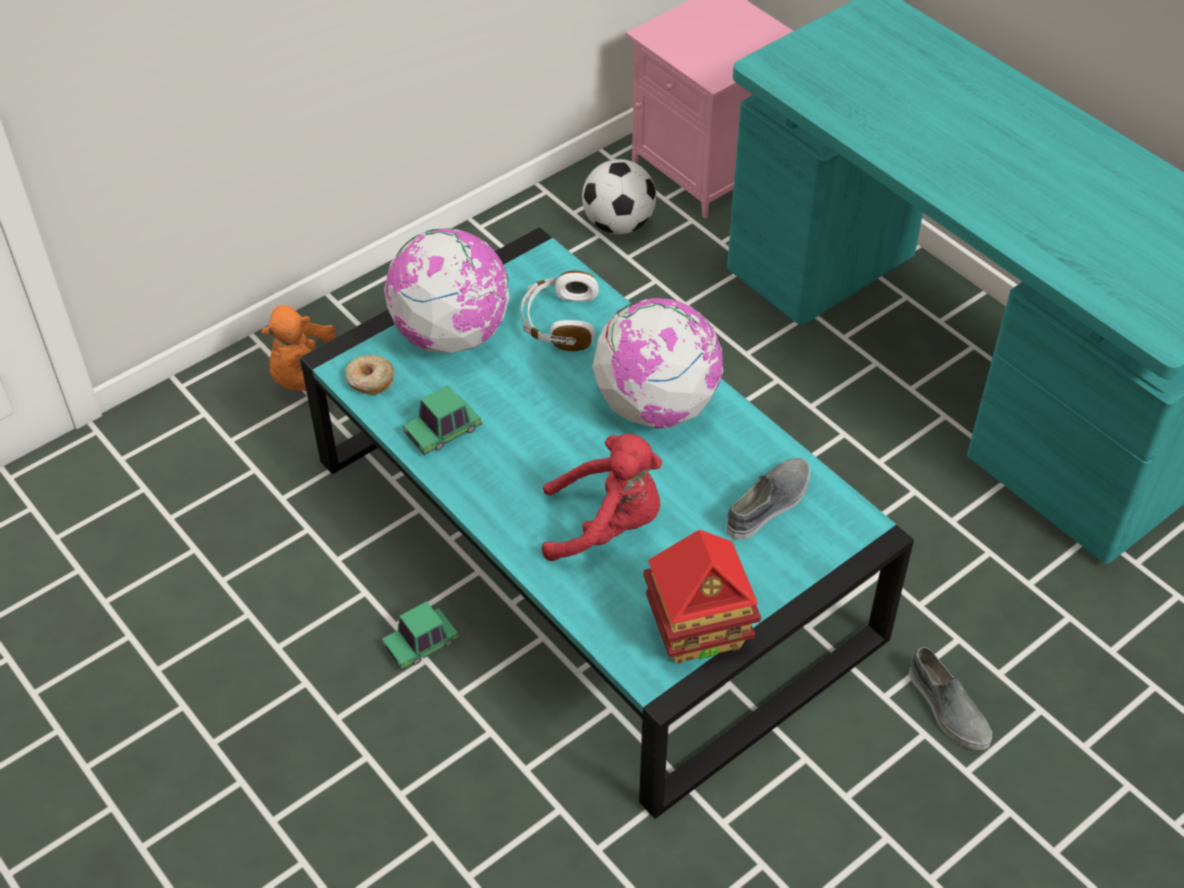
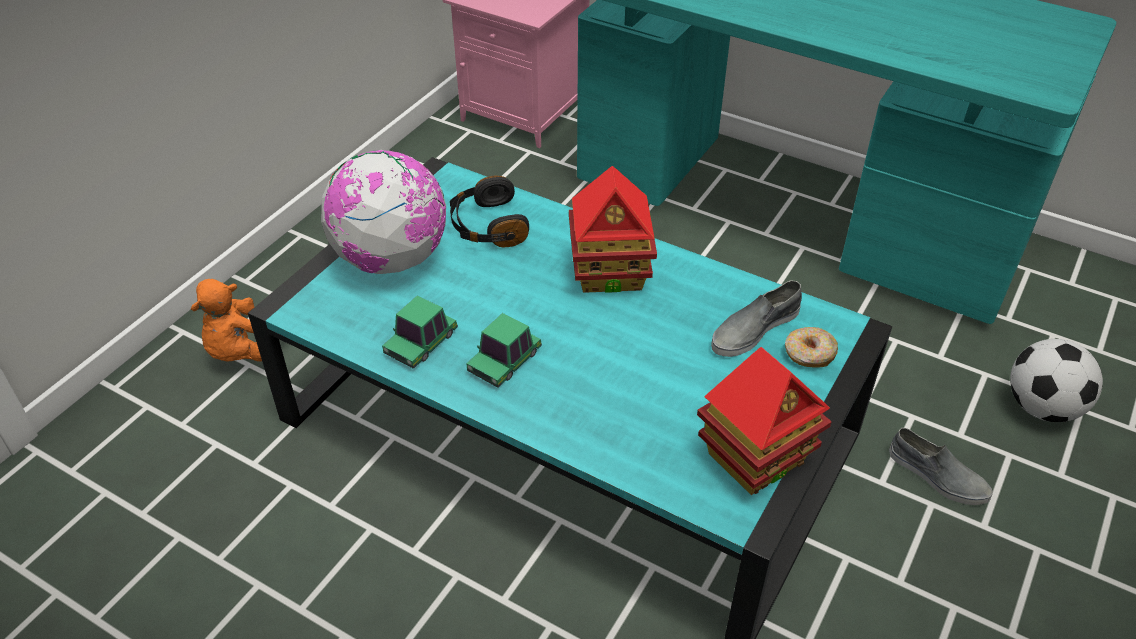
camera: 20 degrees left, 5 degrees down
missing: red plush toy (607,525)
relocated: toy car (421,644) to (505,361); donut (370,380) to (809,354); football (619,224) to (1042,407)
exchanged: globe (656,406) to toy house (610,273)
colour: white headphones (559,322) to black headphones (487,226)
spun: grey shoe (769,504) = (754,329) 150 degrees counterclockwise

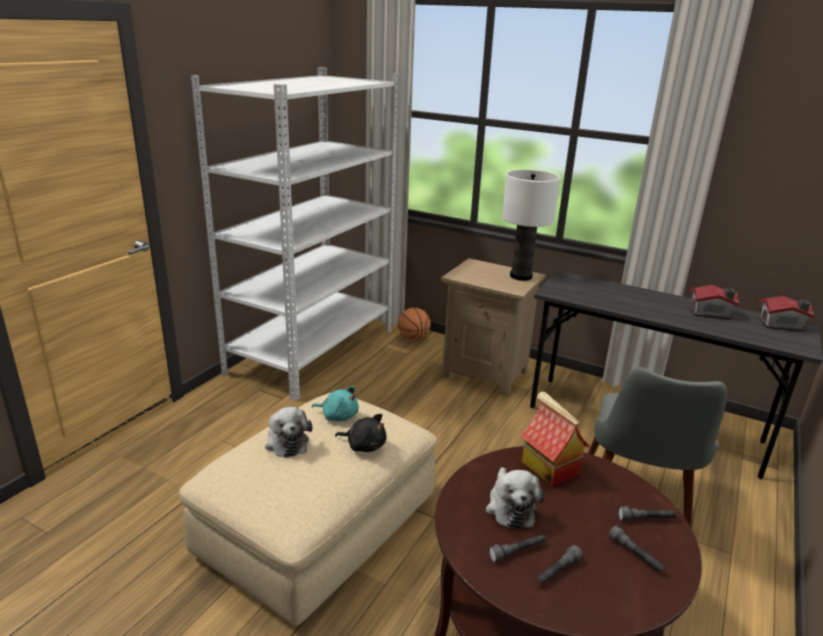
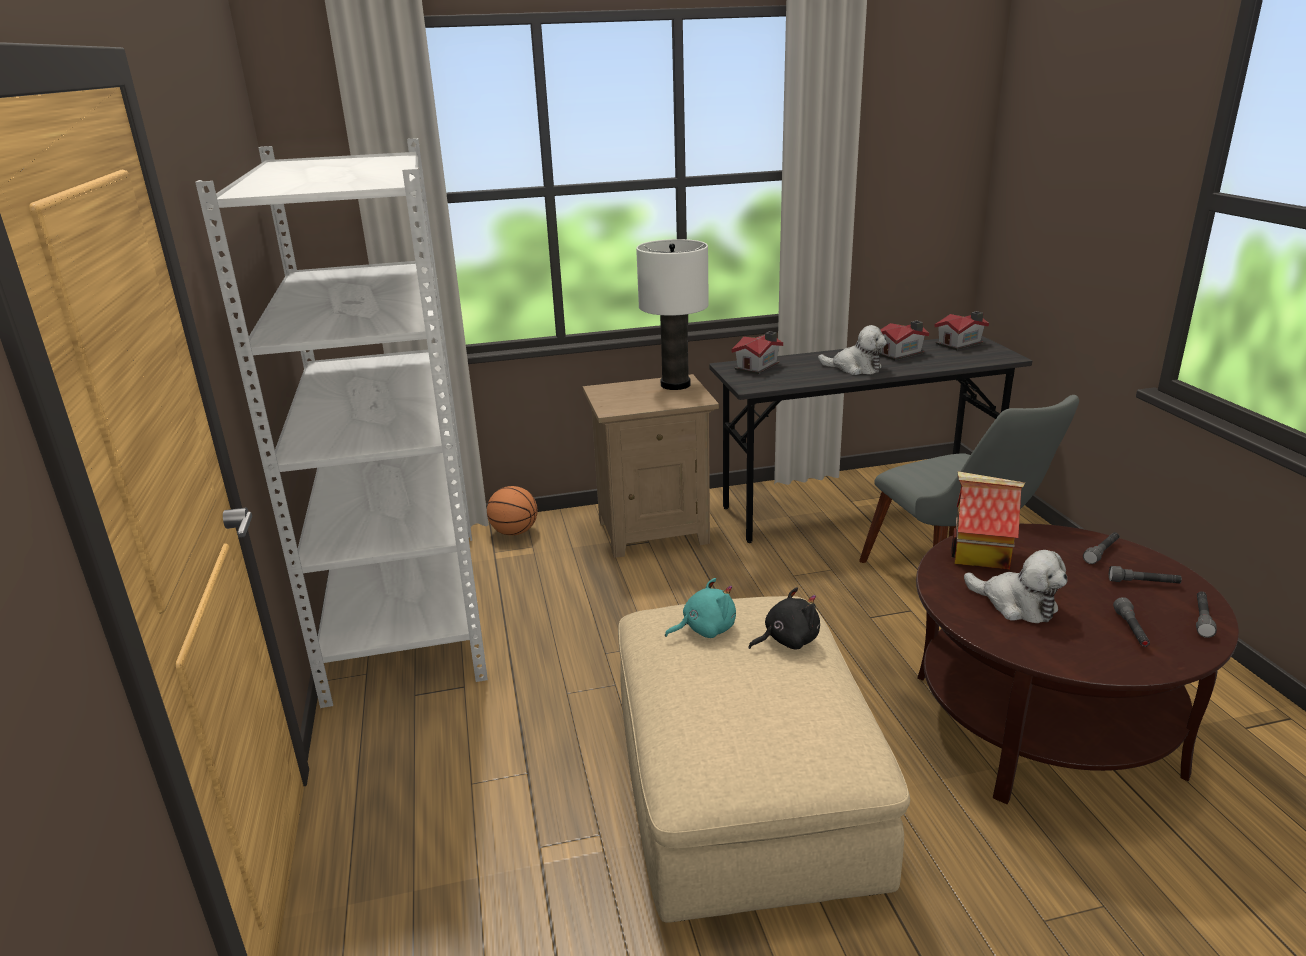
camera: 40 degrees left, 0 degrees up
appeared: toy house (759,366)
relocated: plush toy (286,441) to (855,368); grey flashlight (517,551) to (1202,619)

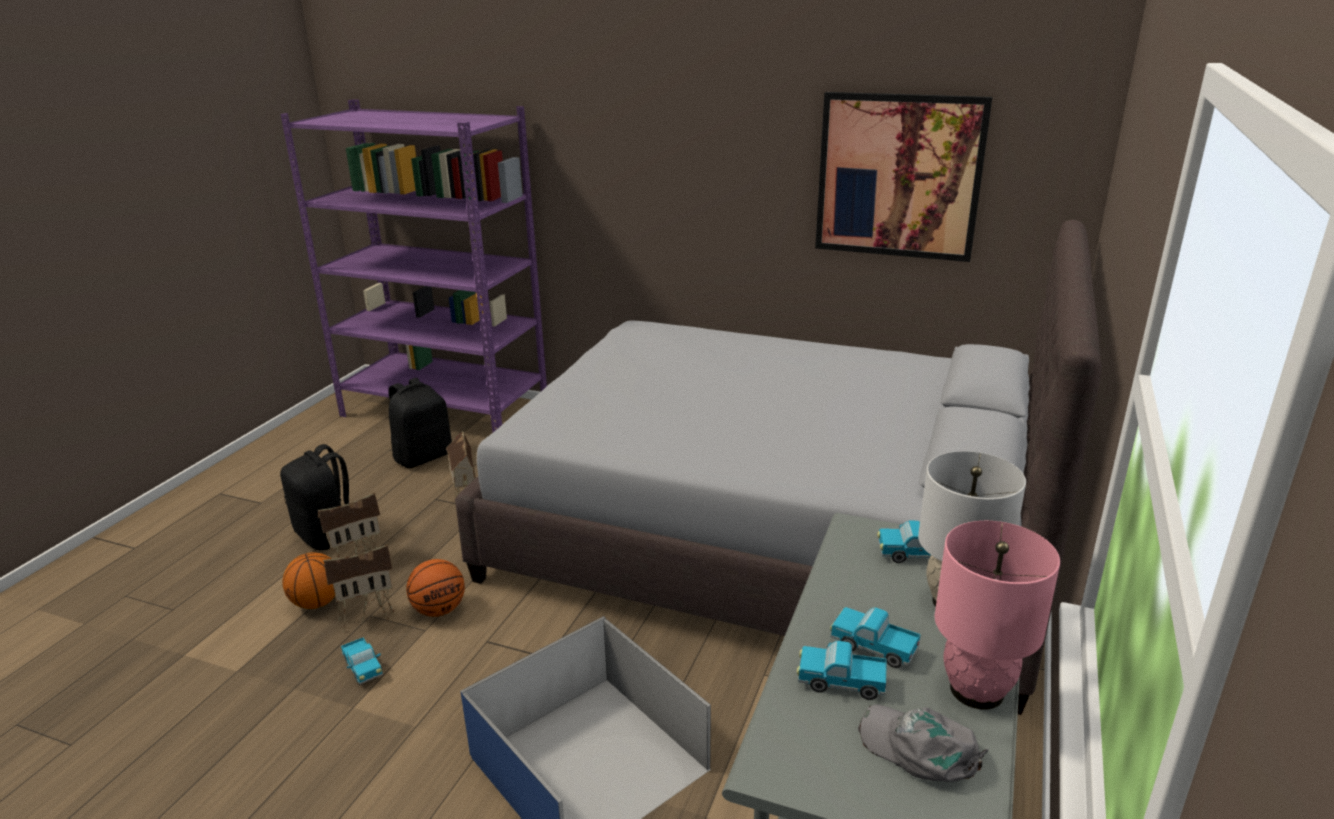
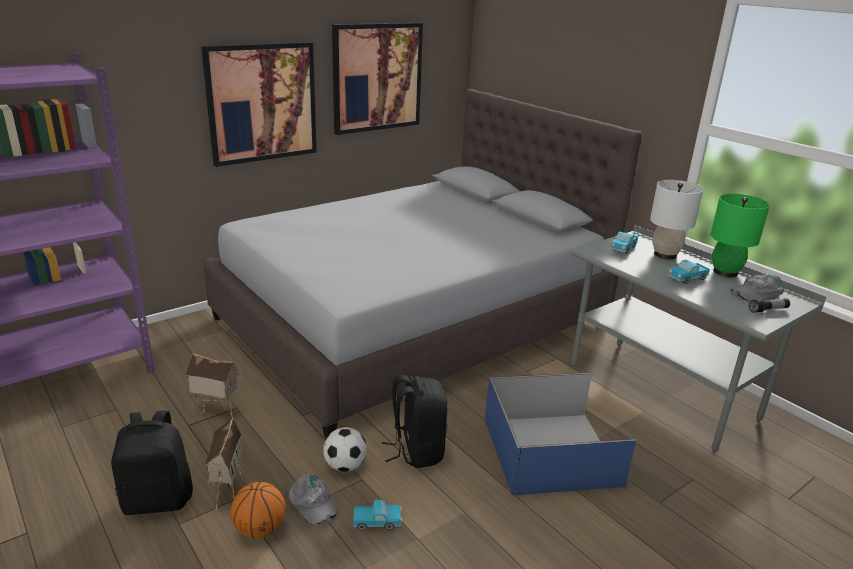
camera: 60 degrees left, 0 degrees up
missing: toy truck (840,683)
appeared: picture (262,103); flashlight (768,310)
relocated: black backpack (423,457) to (417,450)
exchanged: toy house (368,616) to grey cap (312,504); basketball (439,610) to football (345,466)
colour: pink table lamp (976,691) to green table lamp (725,272)

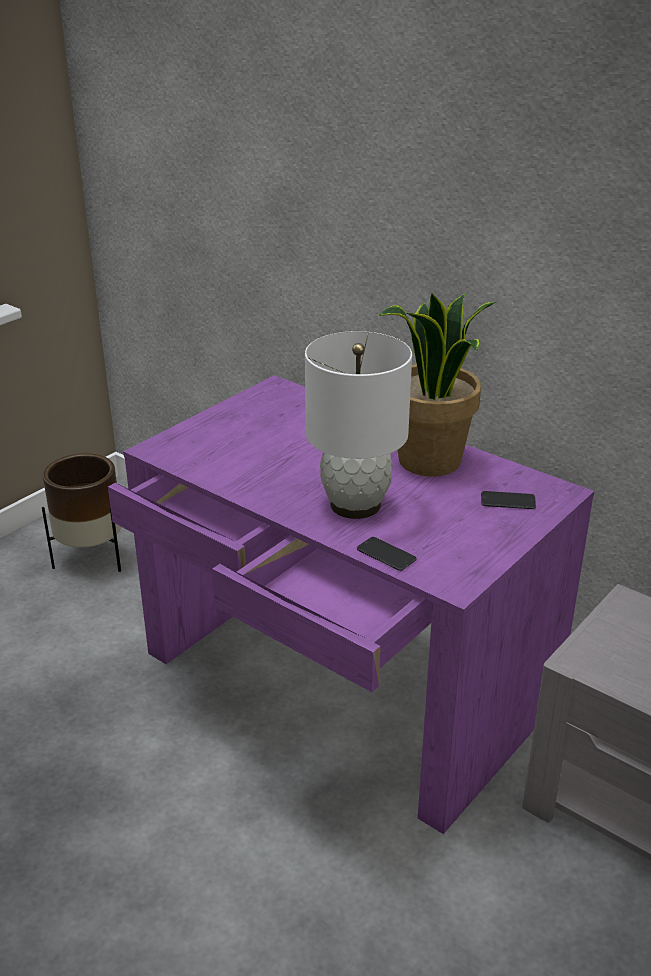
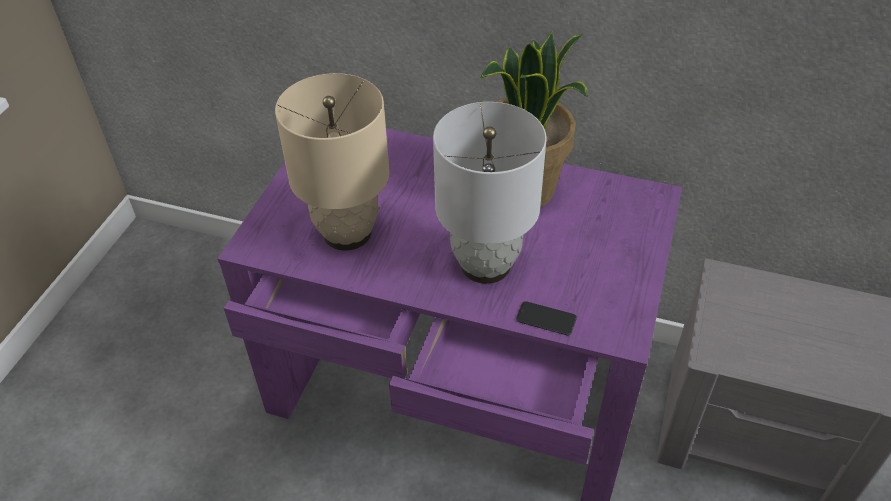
camera: 20 degrees left, 15 degrees up
missing: brown planter (91,558); phone (508,501)
appeared: beige table lamp (347,232)

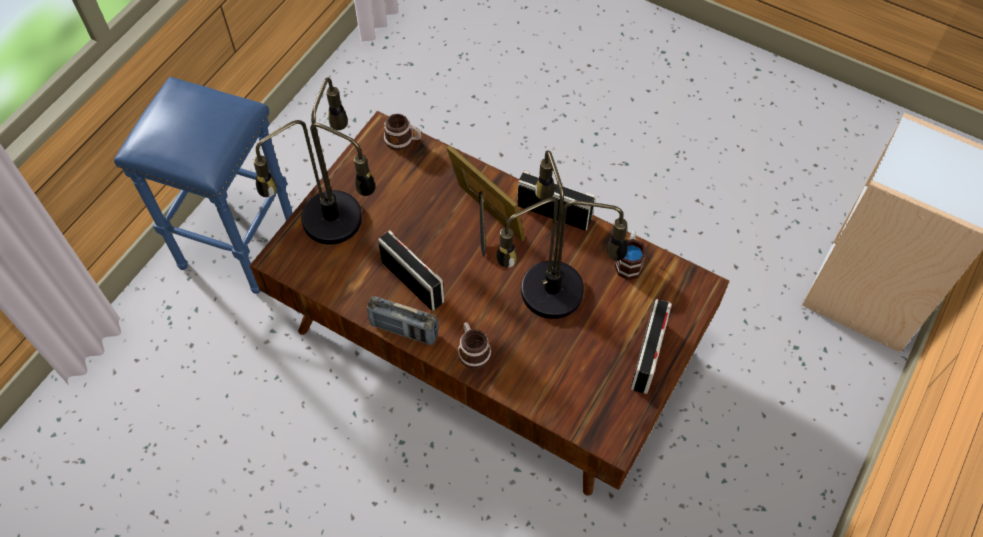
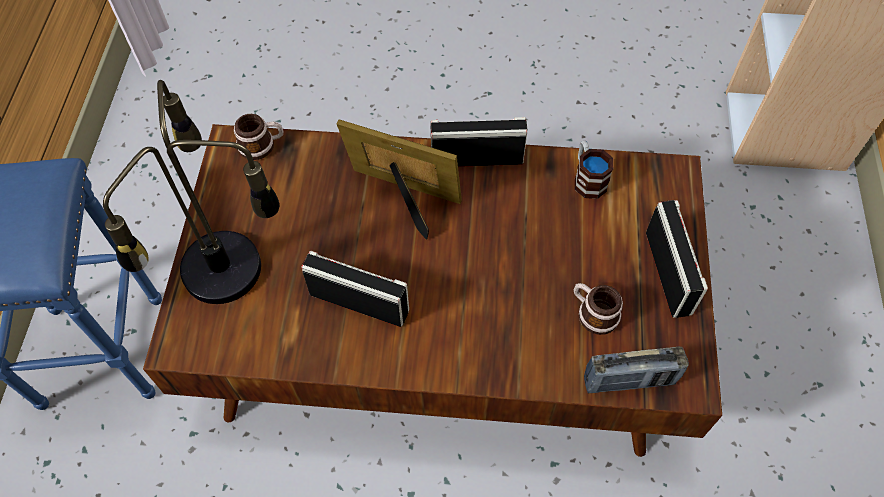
camera: 25 degrees left, 0 degrees up
missing: table lamp (552,290)
relocated: mug (472,349) to (593,313); radio (404,330) to (629,381)

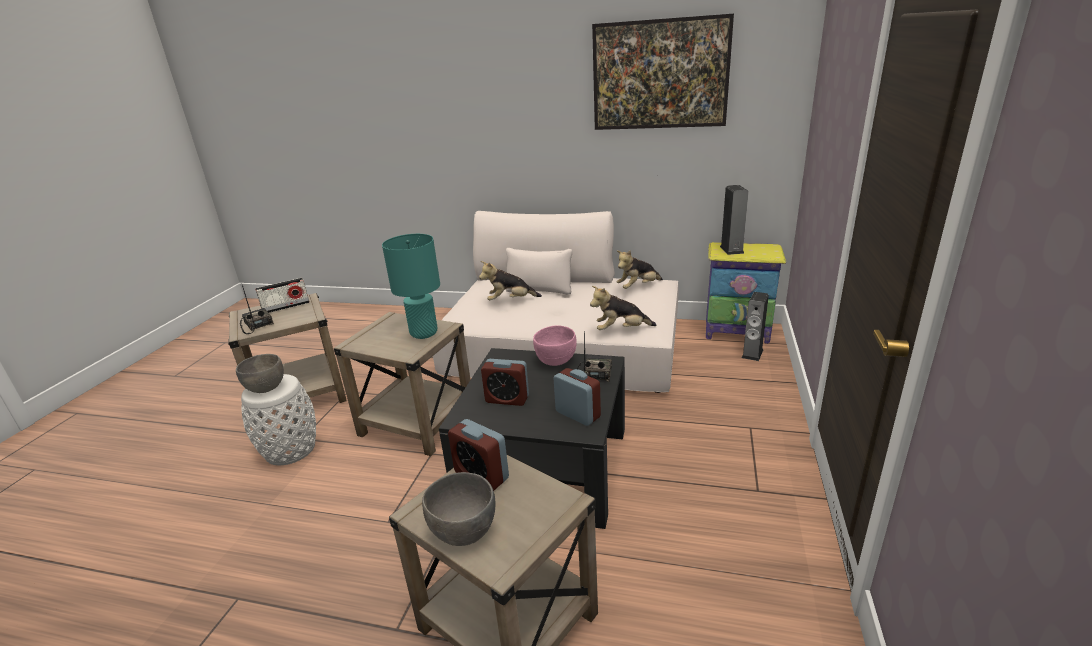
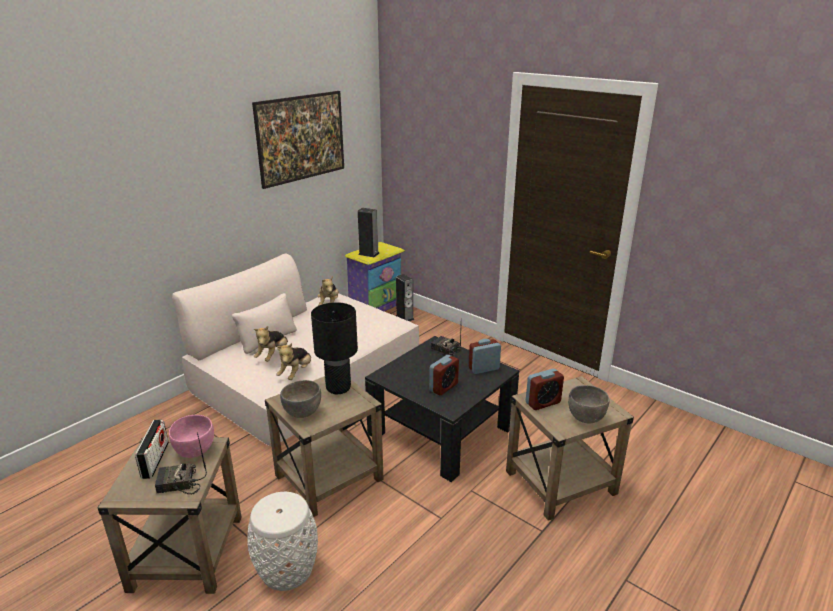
camera: 65 degrees left, 0 degrees up
relocated: pink bowl (556,361) to (195,450); plush toy (621,330) to (296,373); grey bowl (266,388) to (303,412)
colour: turquoise table lamp (424,334) to black table lamp (338,390)

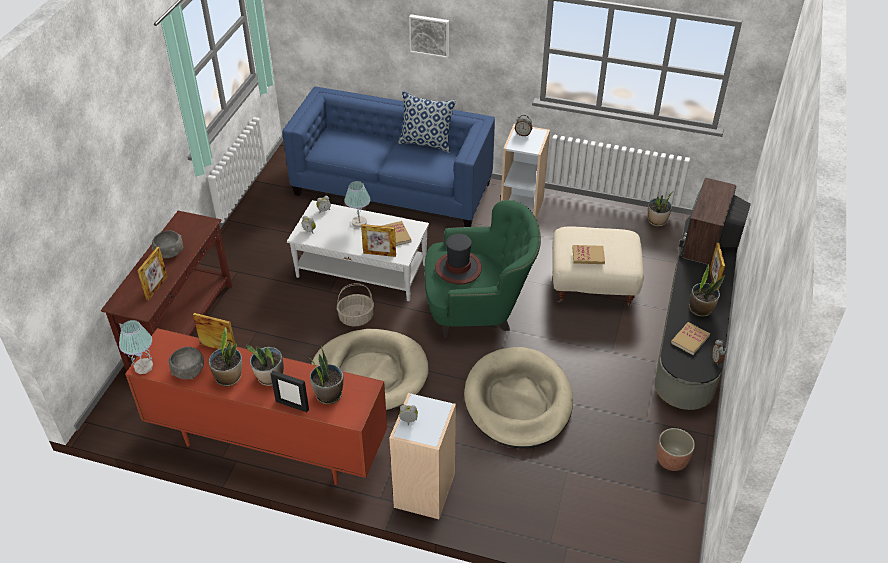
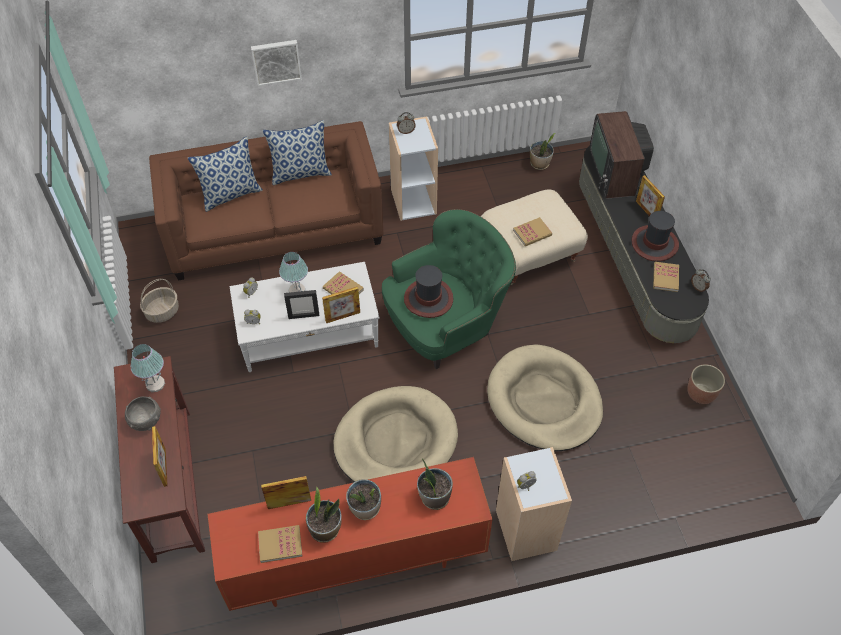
camera: 30 degrees left, 10 degrees up
appeared: pillow (231,194)
relocated: table lamp (144,366) to (155,384); basket (356,317) to (162,311); picture frame (292,404) to (303,315)
exchanged: grey bowl (189,371) to book (280,544); potted plant (700,309) to hat (654,244)
colour: blue sofa (392,189) to brown sofa (275,232)

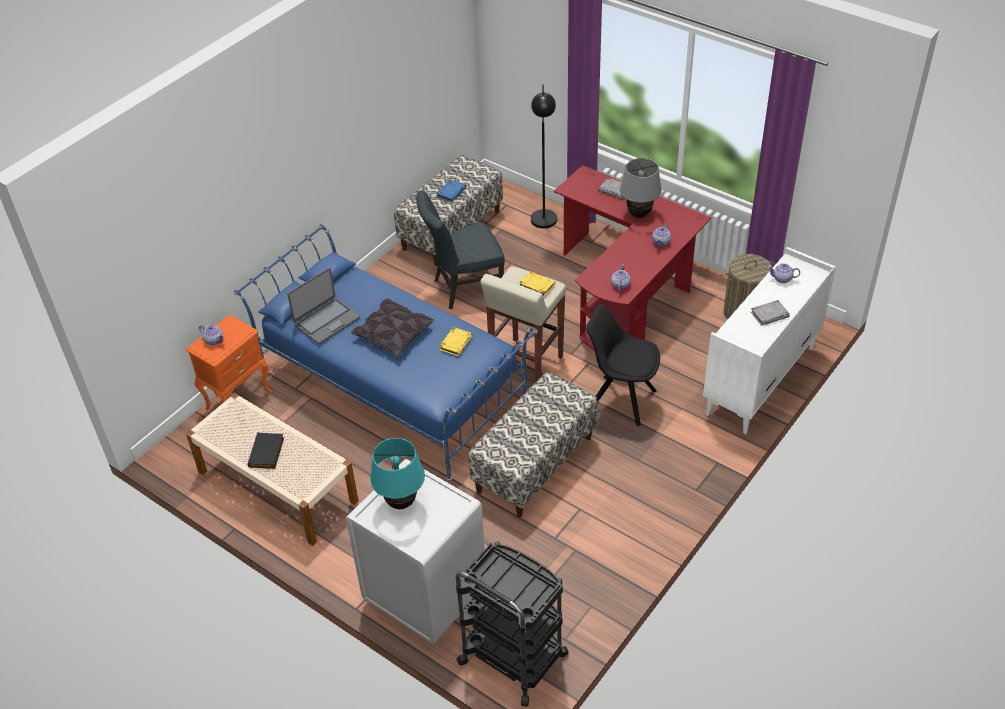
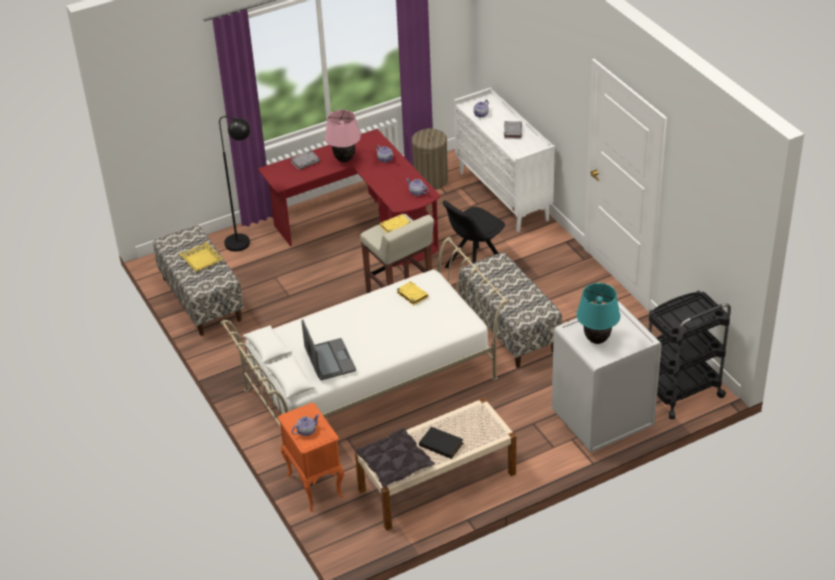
camera: 65 degrees left, 5 degrees down
missing: grey chair (464,288)
relocated: black pillow (393,334) to (394,464)
exchanged: blue book (451,192) to yellow tray (201,260)
colour: blue bed (393,387) to white bed (371,385); grey table lamp (639,214) to pink table lamp (344,159)

